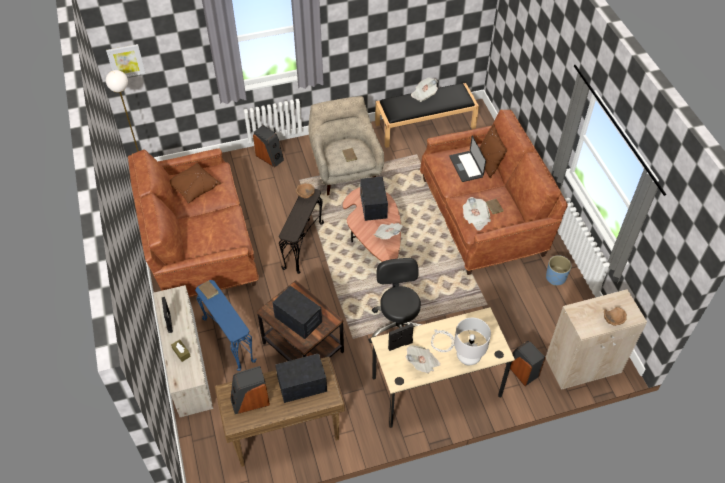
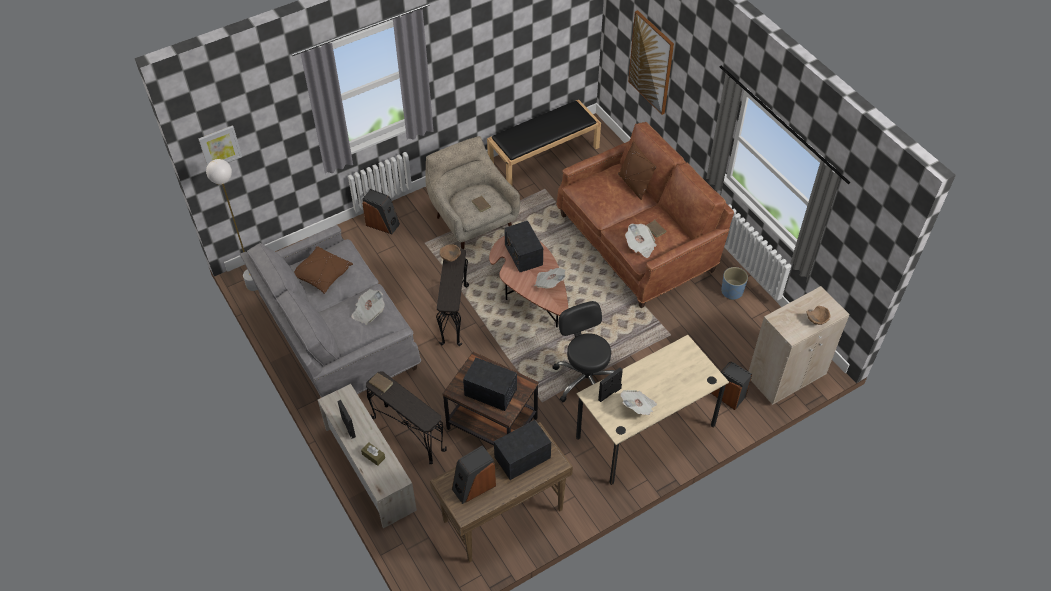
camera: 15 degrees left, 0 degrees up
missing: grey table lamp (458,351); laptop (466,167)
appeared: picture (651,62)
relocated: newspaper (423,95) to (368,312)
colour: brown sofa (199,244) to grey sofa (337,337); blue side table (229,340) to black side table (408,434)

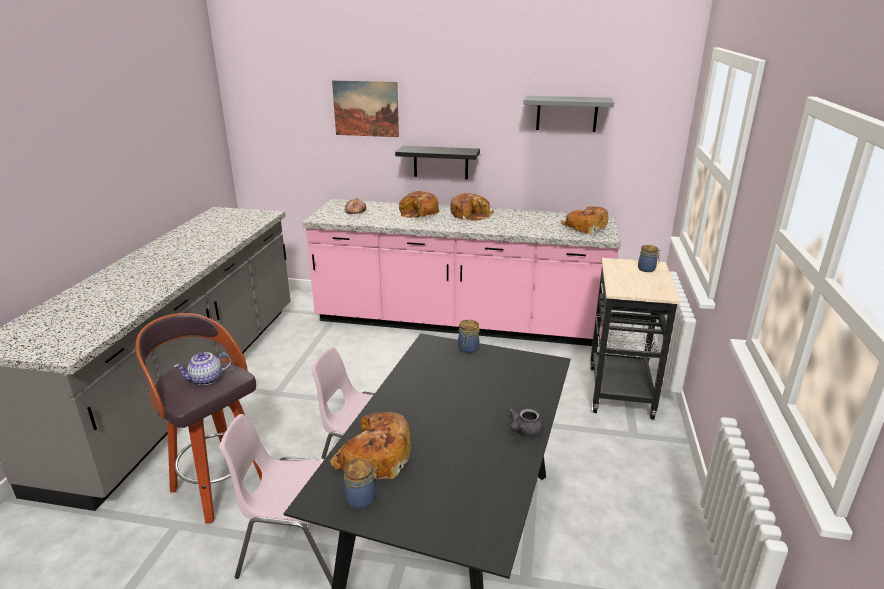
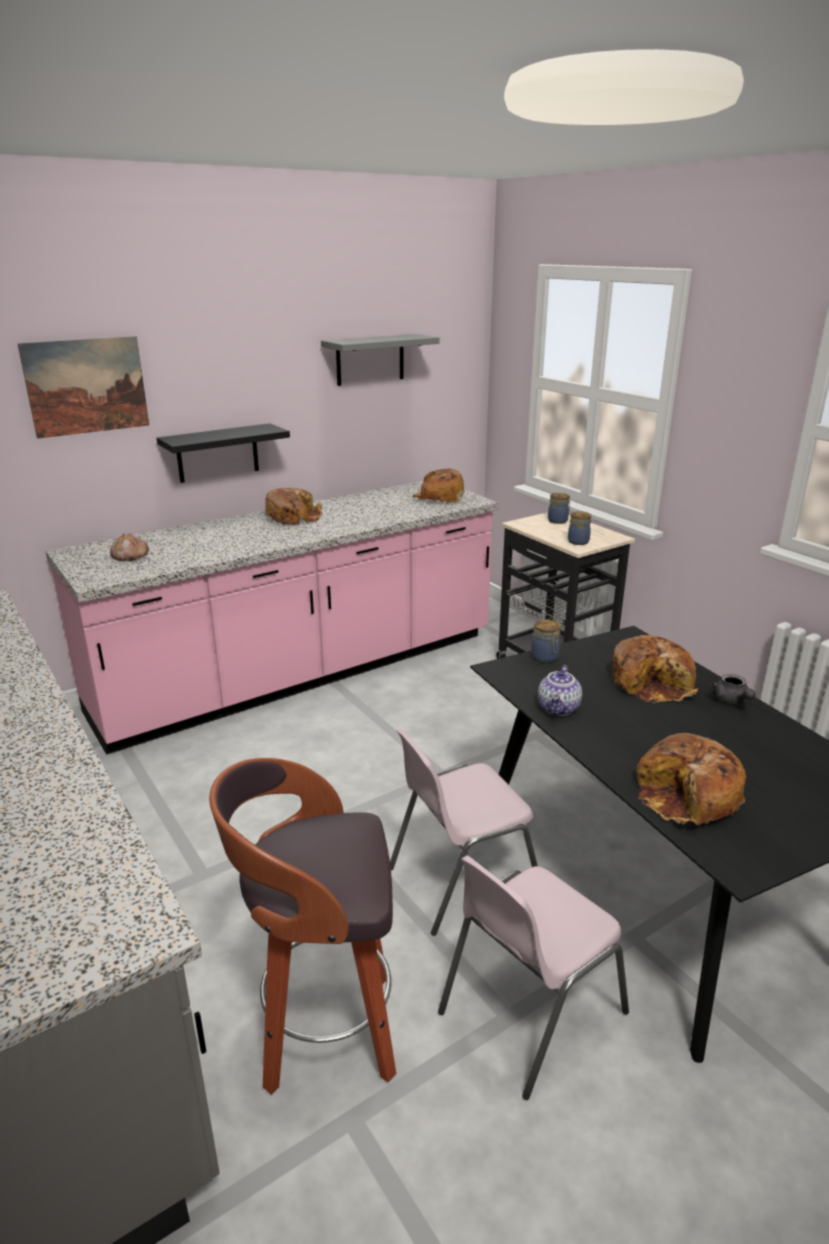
camera: 45 degrees left, 0 degrees up
relocated: teapot (206,380) to (559,709); jar (362,499) to (578,541); bread (419,213) to (653,682)

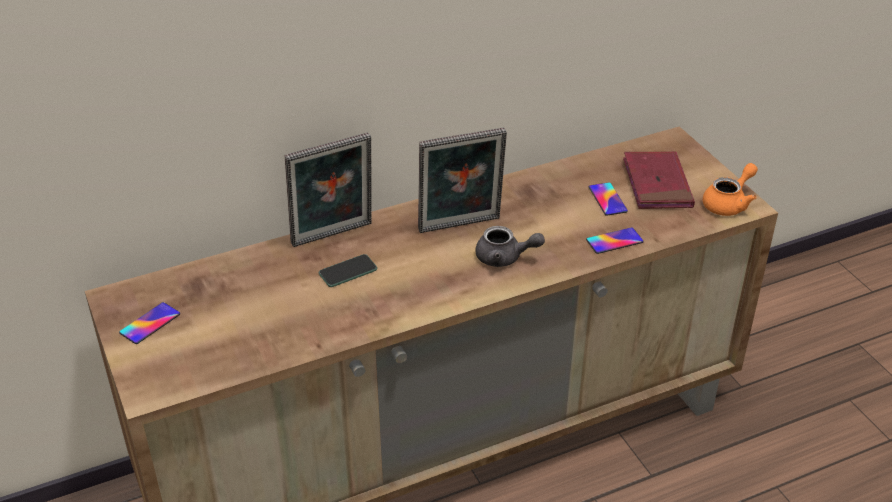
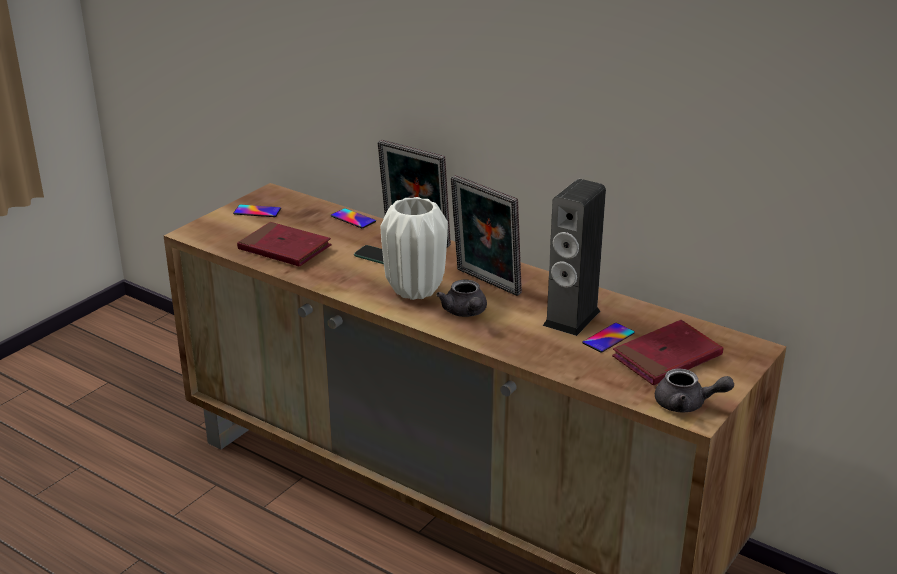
camera: 60 degrees right, 10 degrees down
appeared: red book (284,249); white vase (416,290); speaker (571,318)
relocated: phone (614,241) to (353,219)
colour: orange teapot (729,203) to grey teapot (687,404)

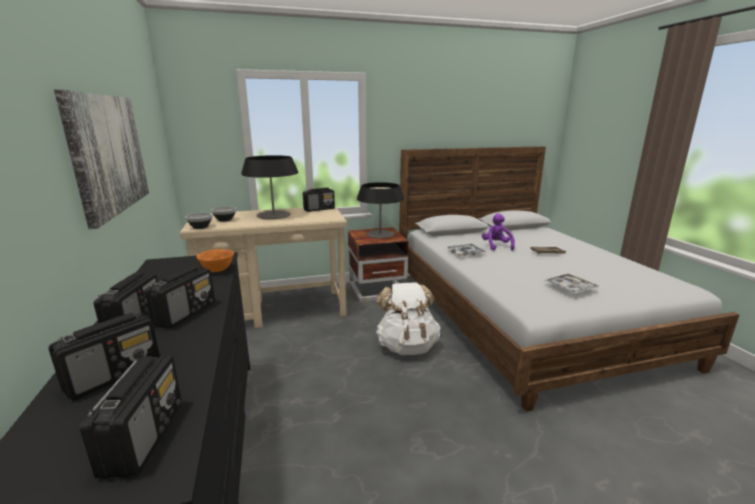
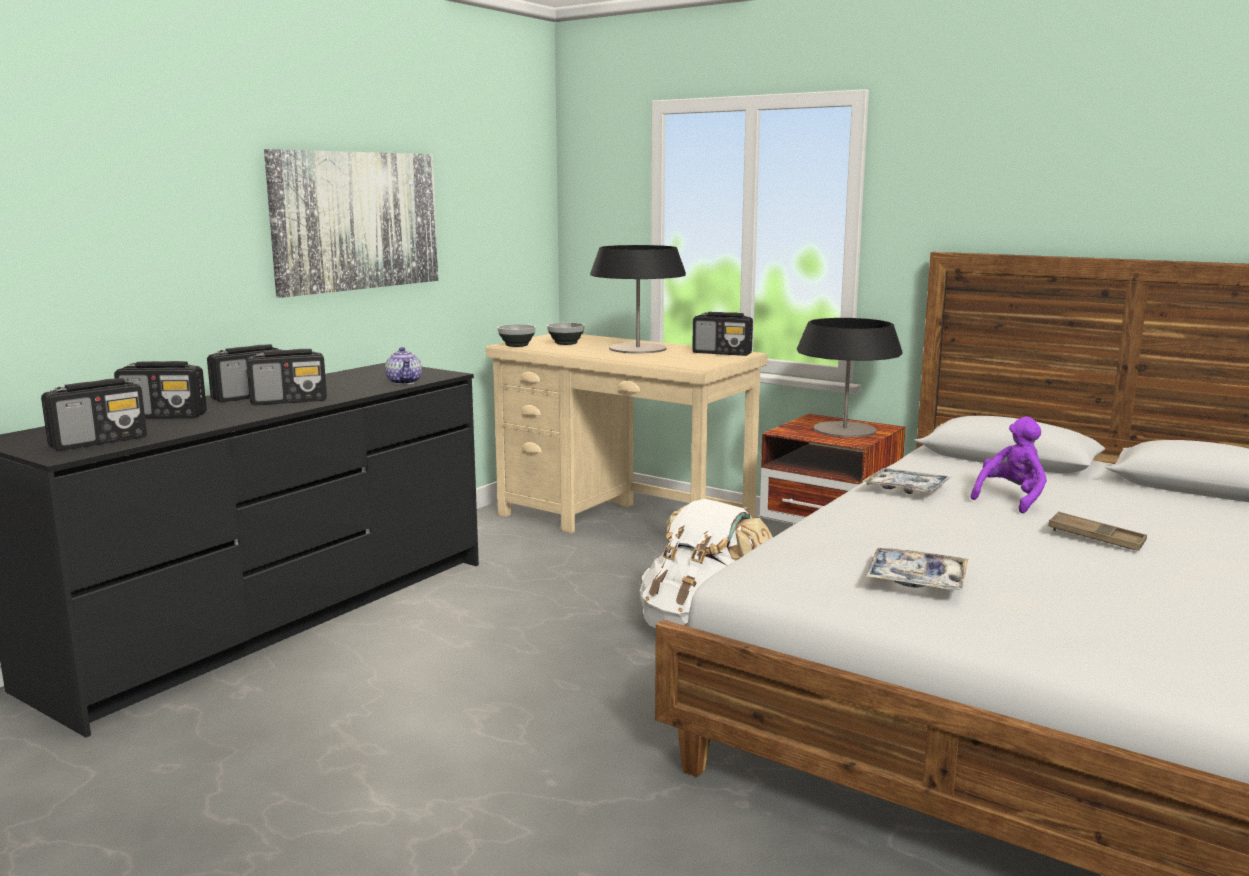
camera: 50 degrees right, 5 degrees down
exchanged: orange bowl (217,270) to teapot (405,382)

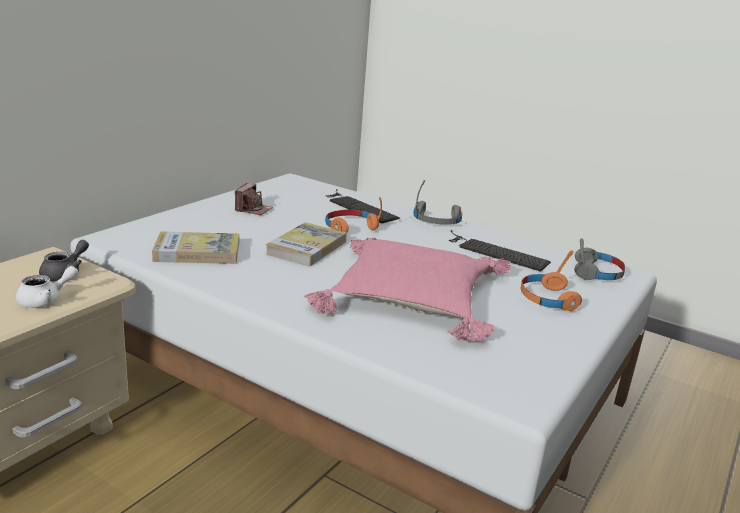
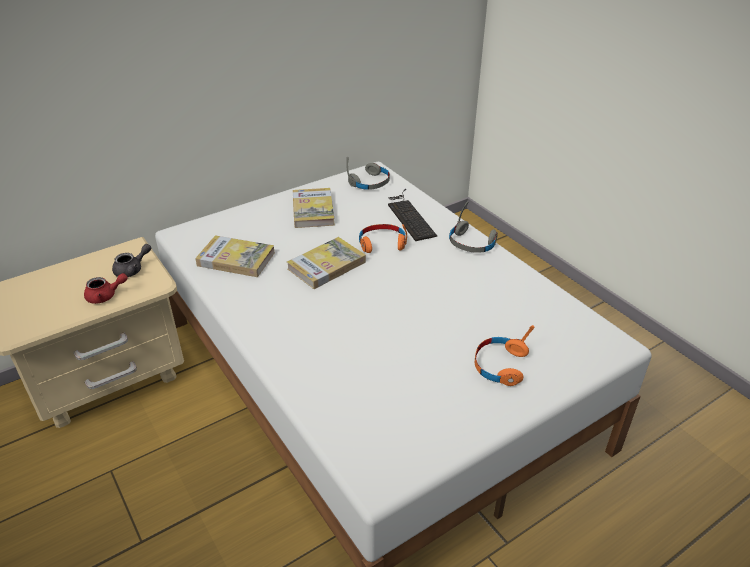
camera: 25 degrees right, 15 degrees up
missing: pink pillow (412,293); keyboard (494,251)
relocated: grey headphones (597,273) to (370,183)
exchanged: photo camera (253,210) to book (313,210)
colour: white teapot (46,300) to red teapot (105,296)

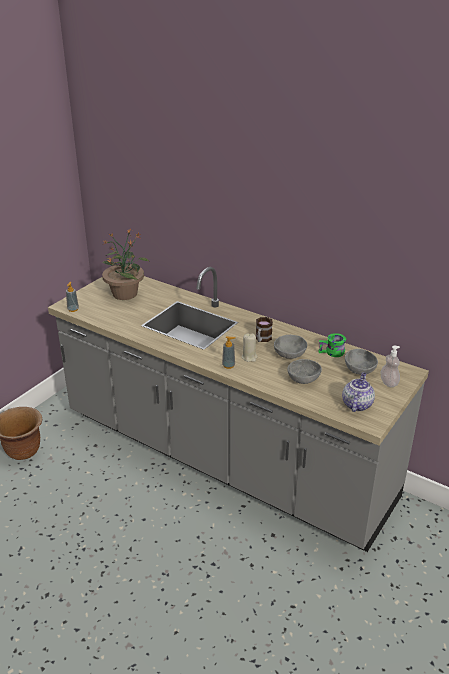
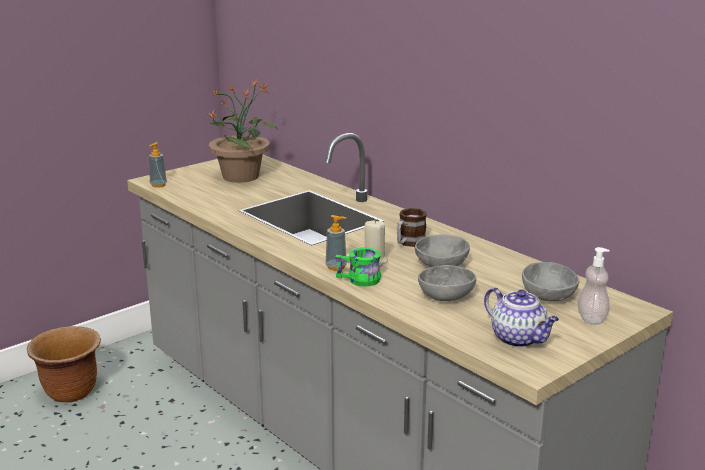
camera: 15 degrees right, 10 degrees down
relocated: green mug (332,353) to (359,280)
spun: teapot (356,404) = (519,339) 105 degrees clockwise

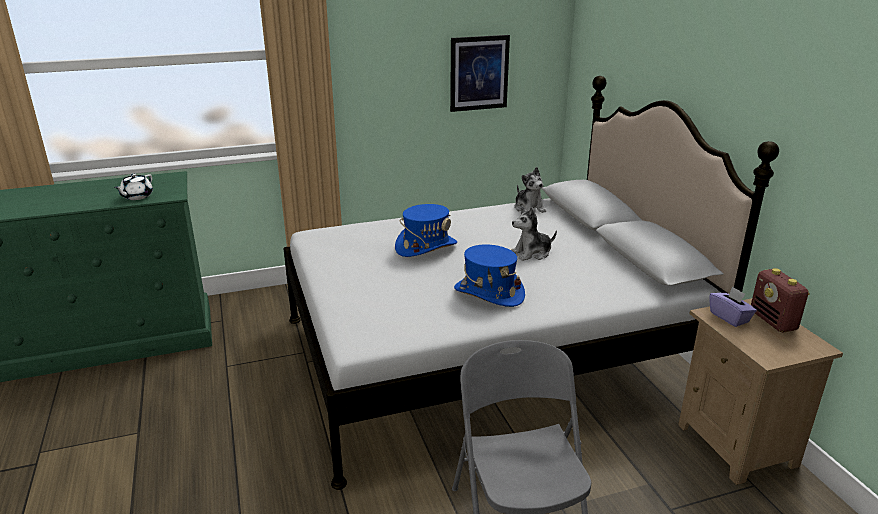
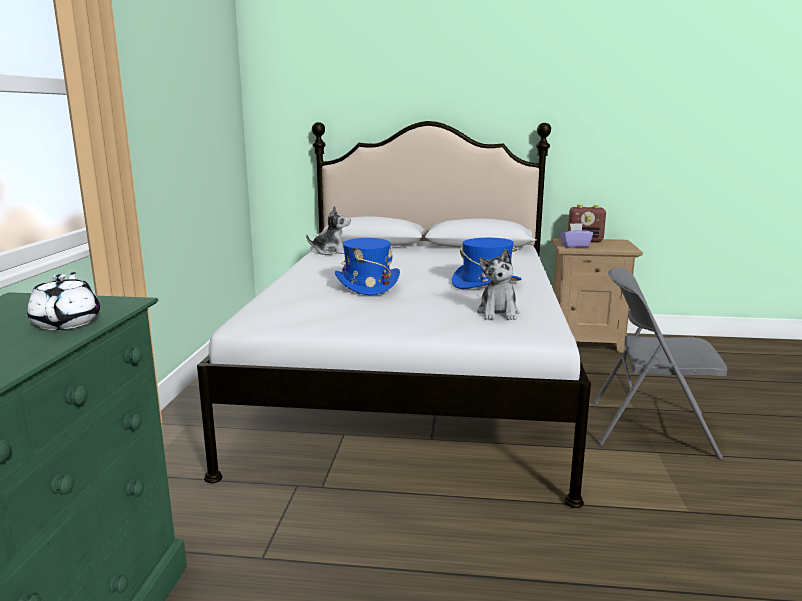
camera: 65 degrees left, 10 degrees down
missing: picture (479,73)
relocated: plush toy (532,253) to (498,313)
spun: white teapot (137,197) = (67,322) 150 degrees counterclockwise

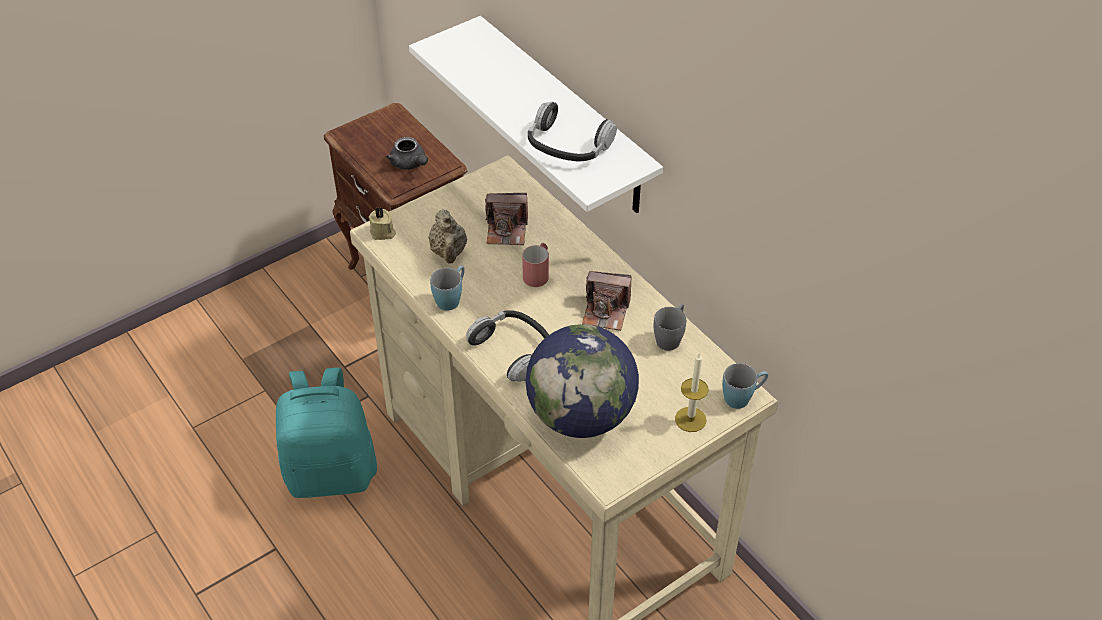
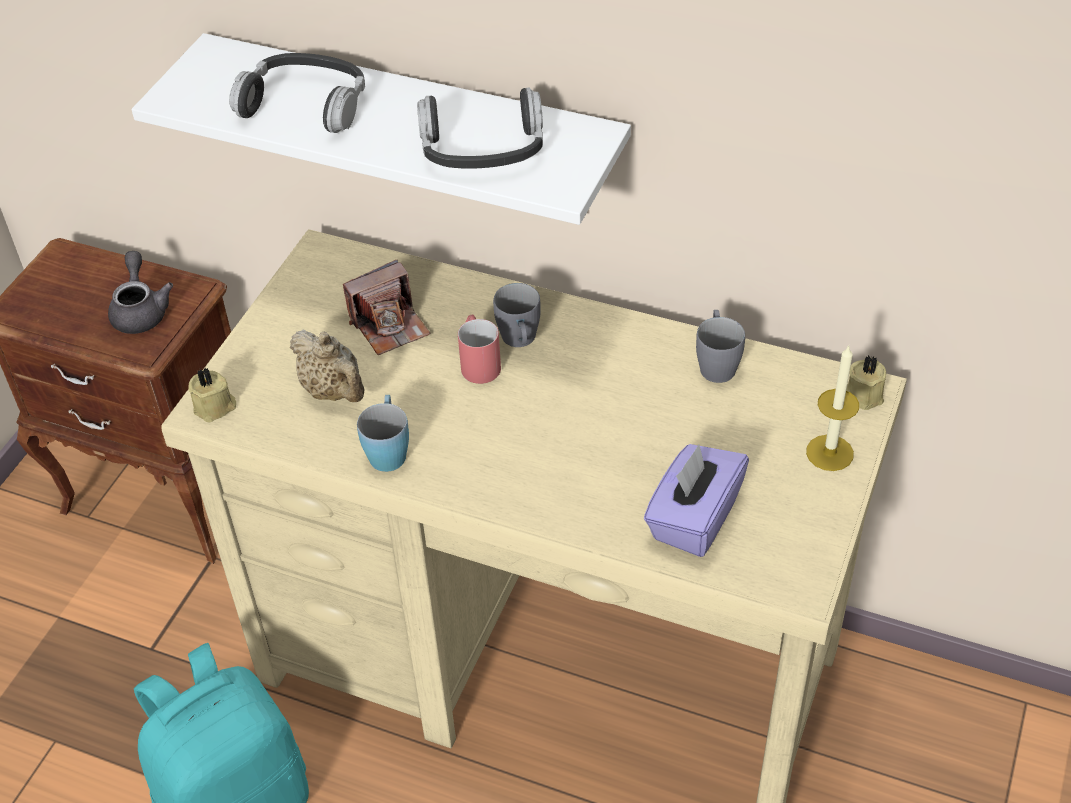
camera: 30 degrees left, 0 degrees up
missing: photo camera (606,312)
appeared: grey mug (520,341)
relocated: headphones (513,350) to (305,104)
exchanged: globe (581,416) to purple tissue box (693,518); blue mug (742,397) to beige candle (865,394)
spun: grey teapot (410,164) = (141,311) 120 degrees counterclockwise

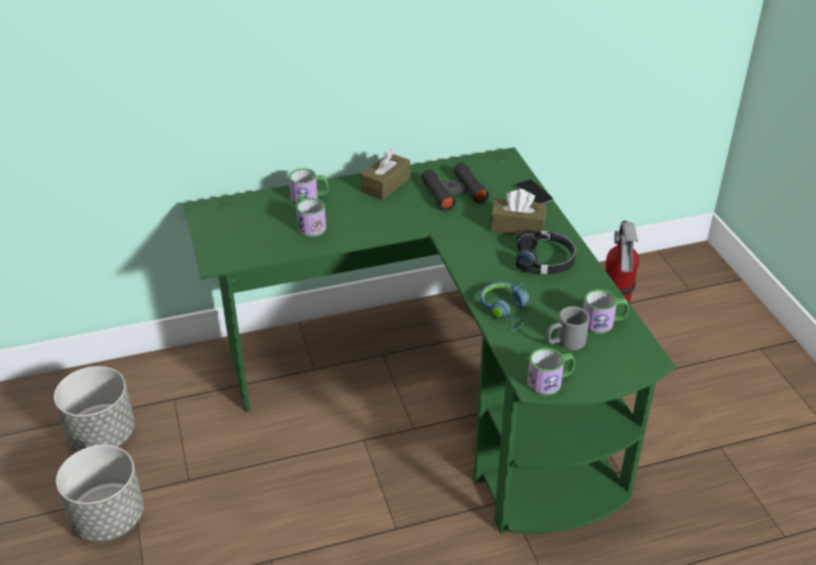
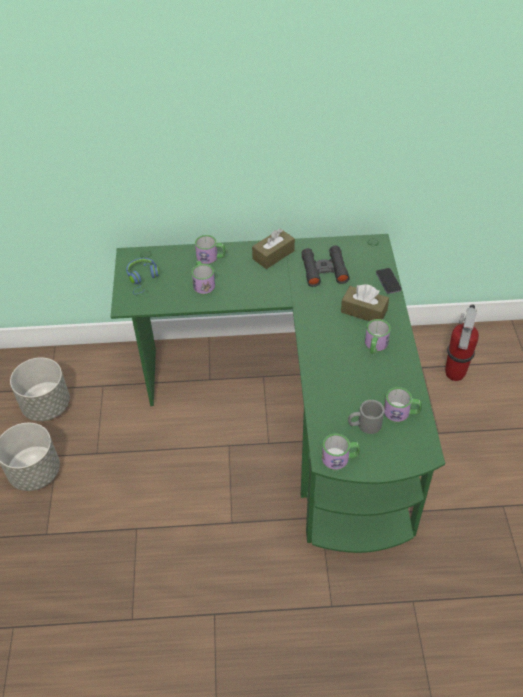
camera: 15 degrees right, 10 degrees up
relocated: blue headphones (506,311) to (143,279)
exchanged: black headphones (545,260) to mug (375,346)

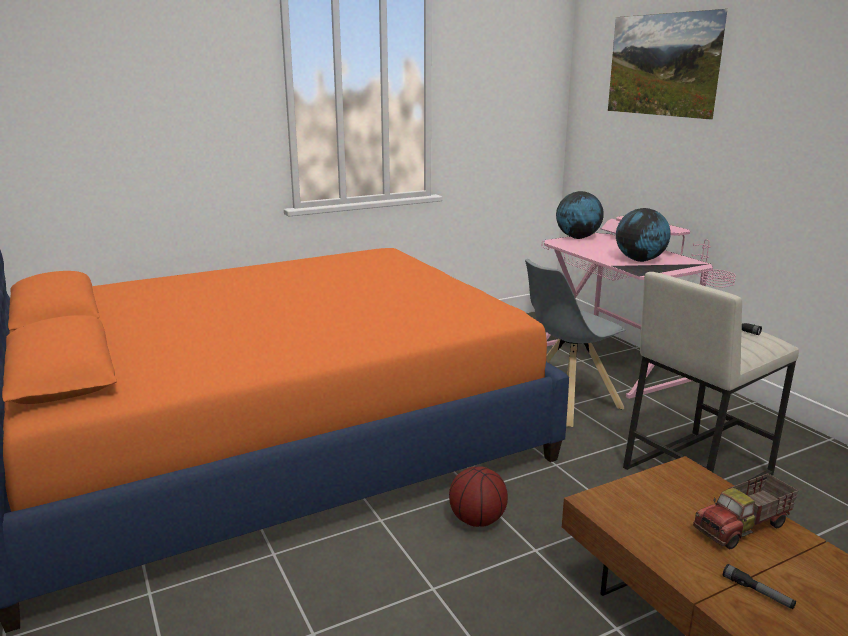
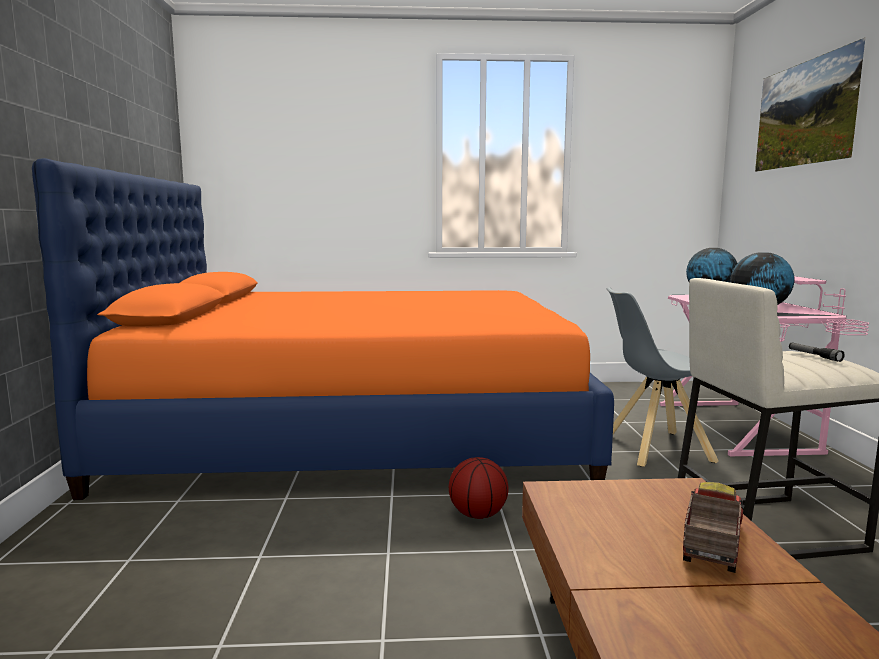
camera: 25 degrees right, 10 degrees down
missing: flashlight (757,592)
spun: toy truck (743,527) = (710,545) 120 degrees clockwise

